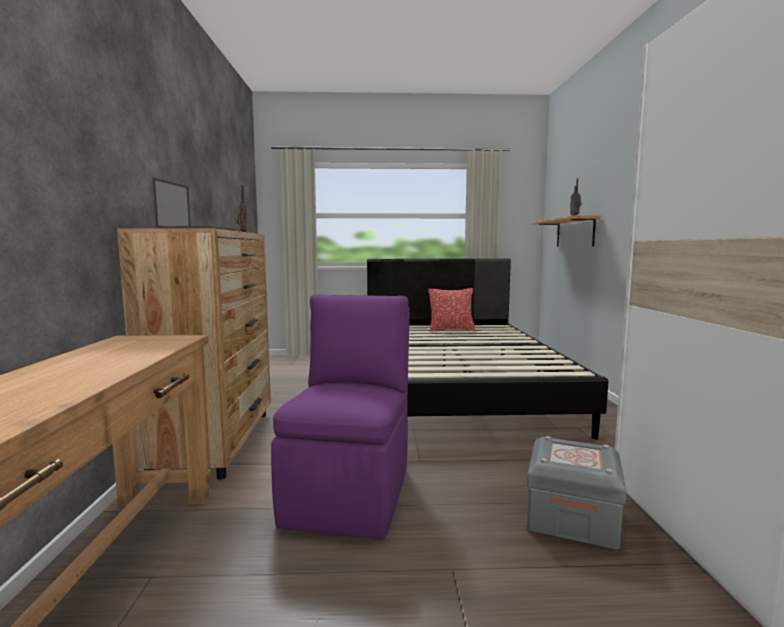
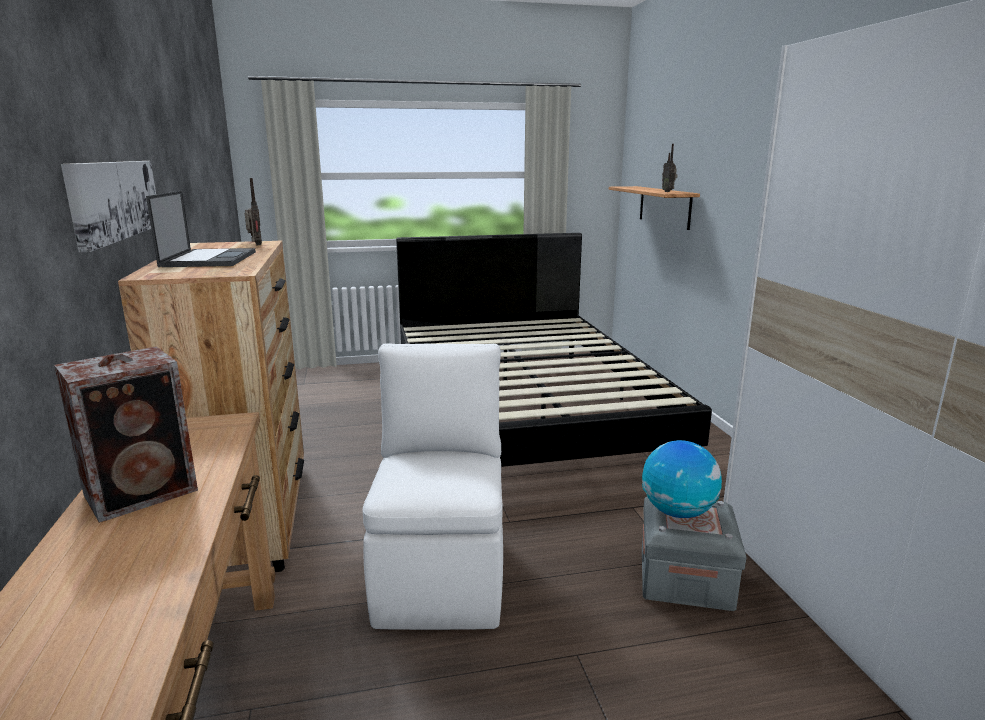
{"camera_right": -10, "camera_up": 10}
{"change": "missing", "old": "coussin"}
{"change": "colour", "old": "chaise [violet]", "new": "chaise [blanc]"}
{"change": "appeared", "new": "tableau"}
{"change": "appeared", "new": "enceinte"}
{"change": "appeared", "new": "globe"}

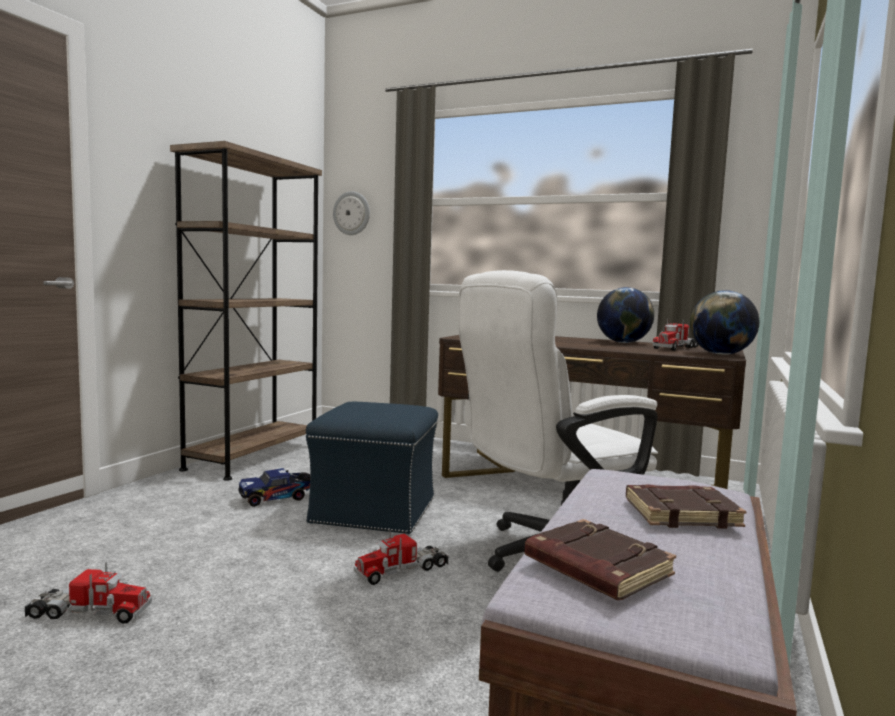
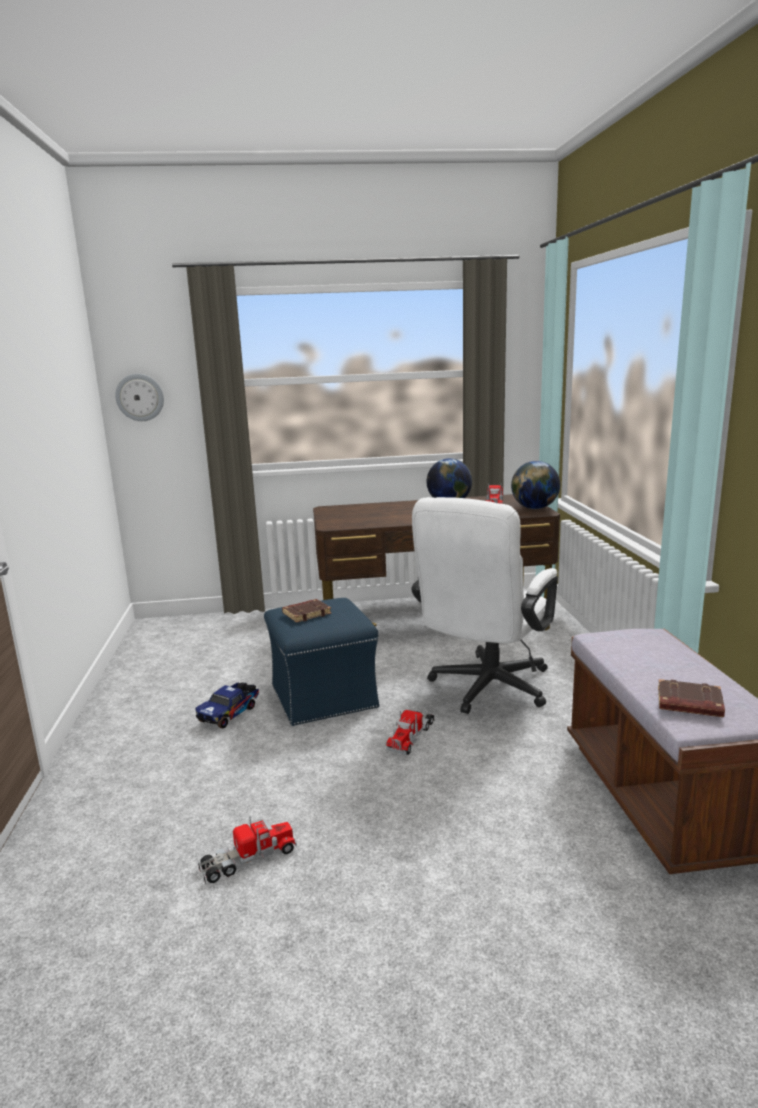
{"camera_right": -30, "camera_up": 10}
{"change": "missing", "old": "bibliothèque [marron]"}
{"change": "relocated", "old": "livre [marron] (no. 2 from left in the first image)", "new": "livre [marron] (no. 1 from left)"}

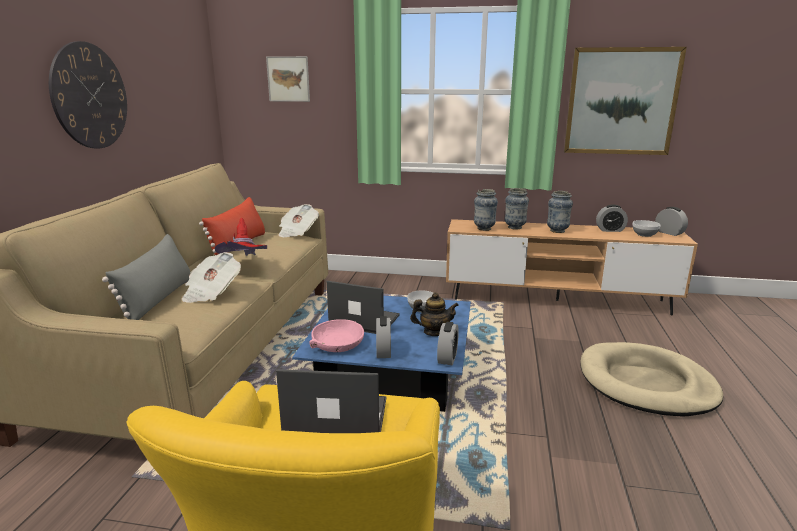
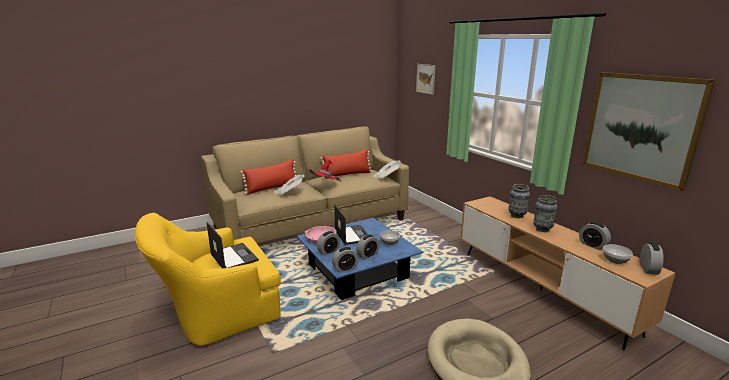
{"camera_right": 50, "camera_up": 0}
{"change": "missing", "old": "horloge murale"}
{"change": "missing", "old": "vase (no. 1 from left)"}
{"change": "colour", "old": "coussin [gris]", "new": "coussin [rouge] (no. 1 from left)"}
{"change": "exchanged", "old": "théière", "new": "réveil (no. 3 from left)"}

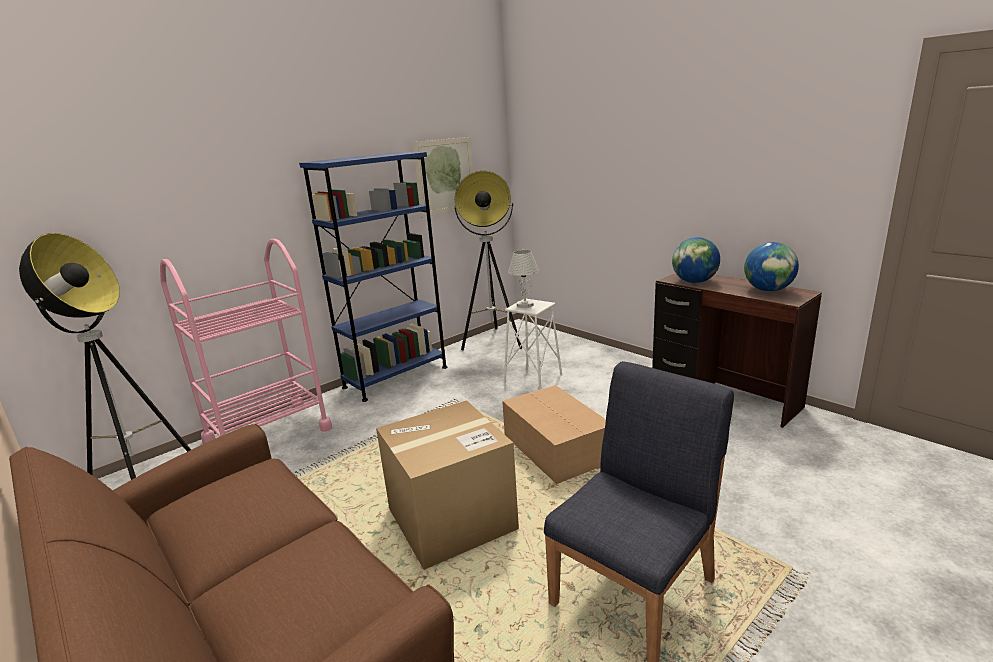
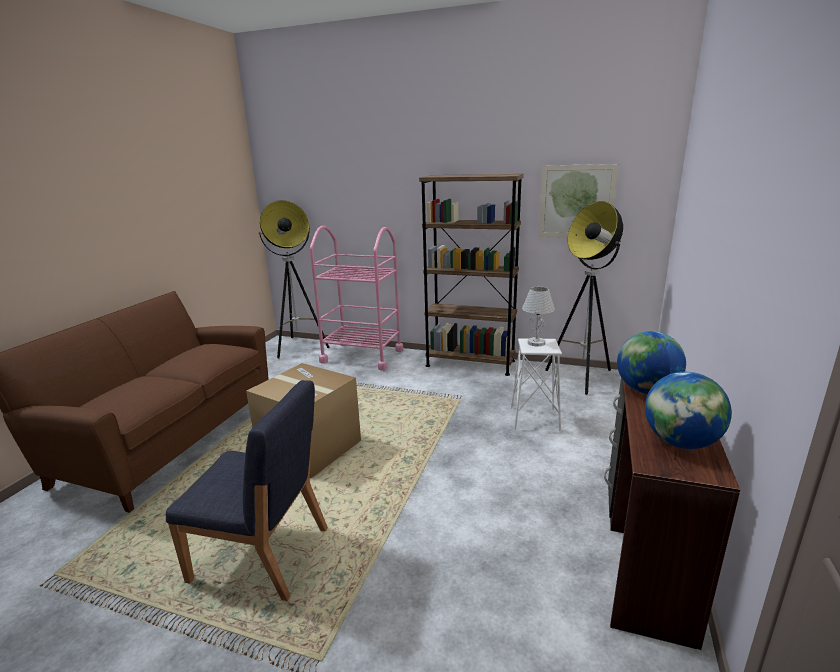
{"camera_right": 60, "camera_up": 0}
{"change": "colour", "old": "bibliothèque [bleu]", "new": "bibliothèque [marron]"}
{"change": "missing", "old": "carton (no. 2 from left)"}

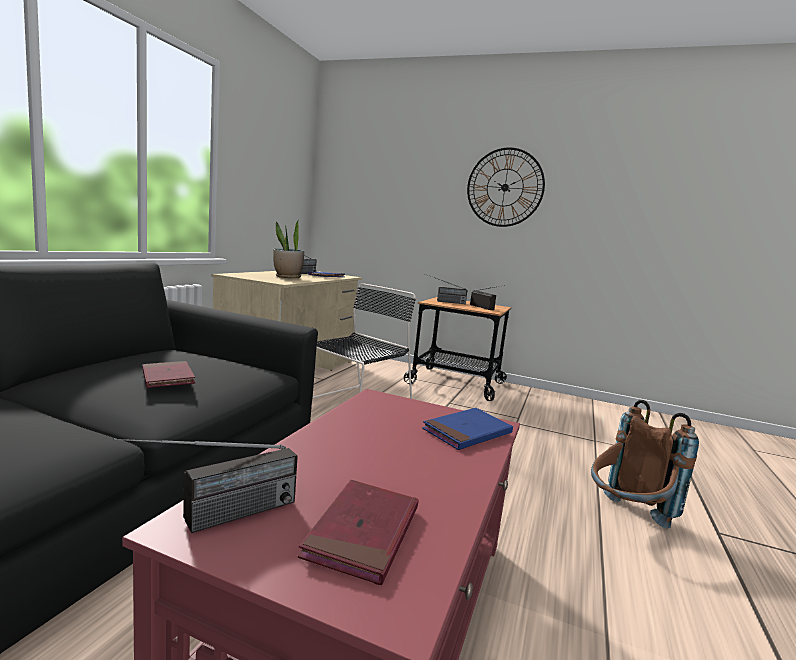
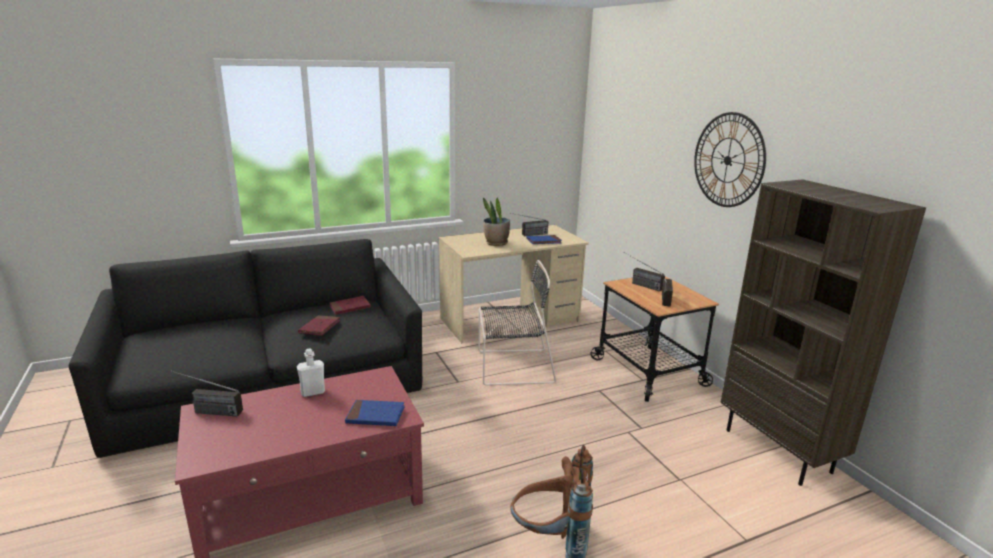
{"camera_right": 45, "camera_up": 10}
{"change": "relocated", "old": "livre [rouge] (no. 2 from left)"}
{"change": "appeared", "new": "bibliothèque [marron]"}
{"change": "appeared", "new": "bouteille [blanc]"}

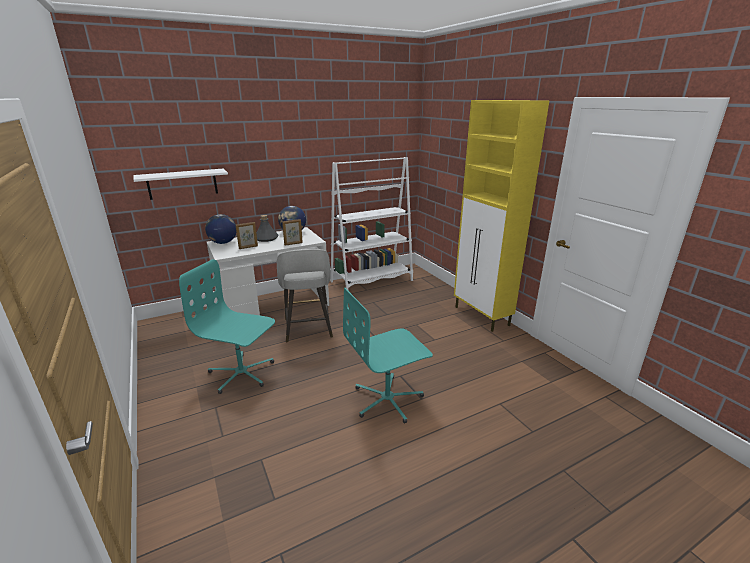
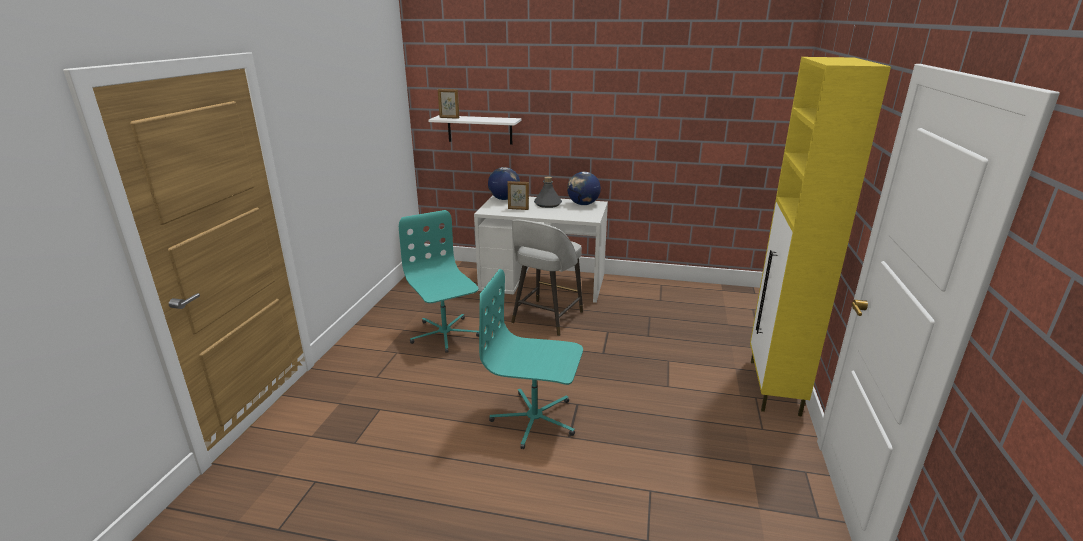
{"camera_right": 40, "camera_up": 0}
{"change": "missing", "old": "bibliothèque [blanc]"}
{"change": "relocated", "old": "cadre photo (no. 2 from left in the first image)", "new": "cadre photo (no. 1 from left)"}

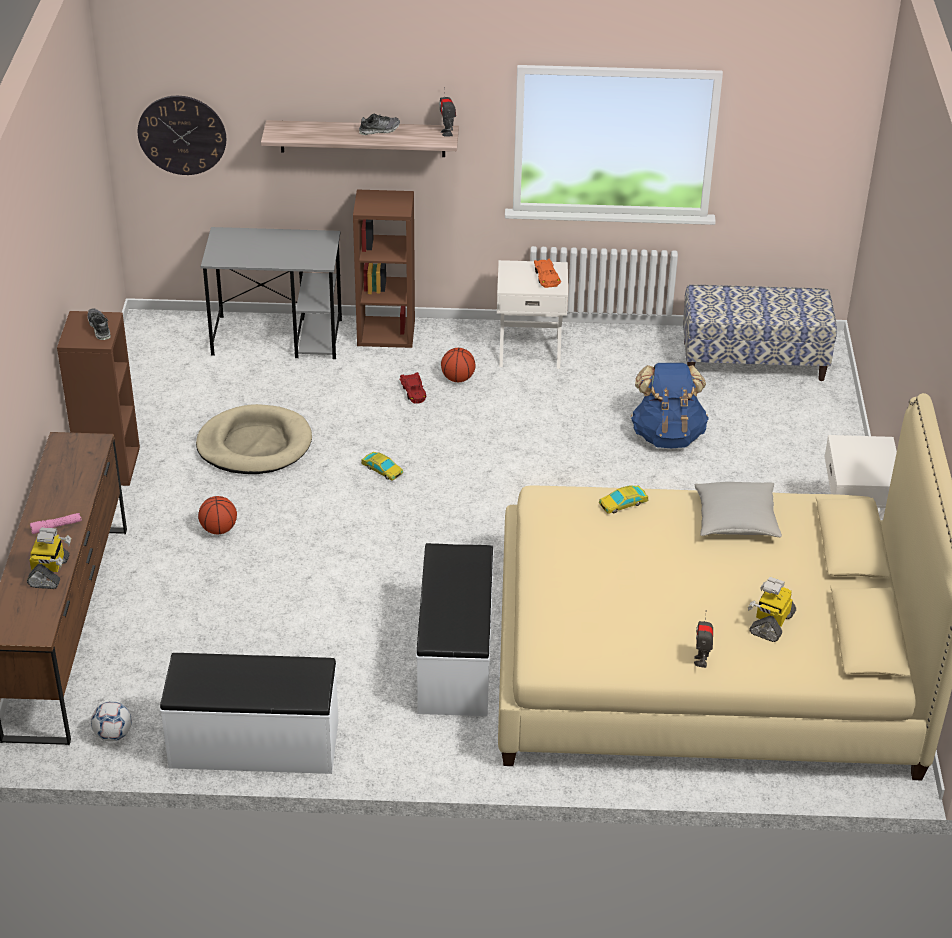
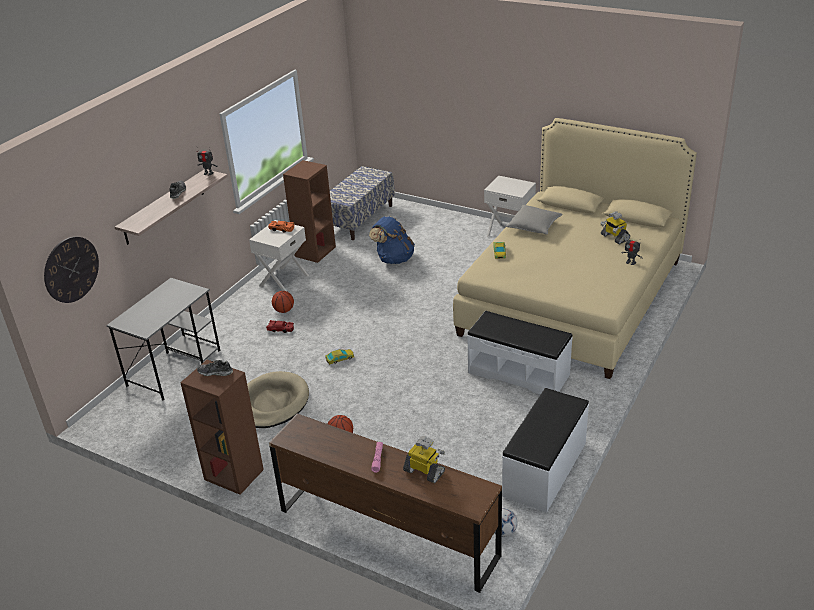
{"camera_right": -60, "camera_up": -5}
{"change": "relocated", "old": "bibliothèque [marron] (no. 2 from left)"}

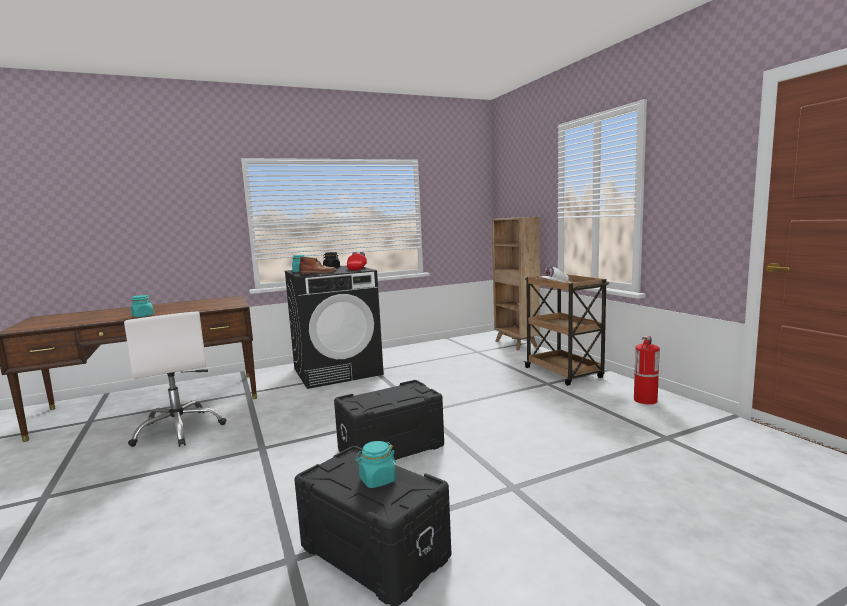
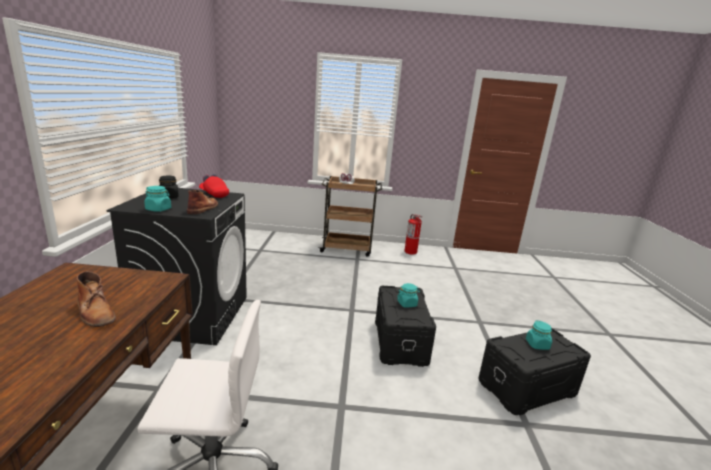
{"camera_right": -65, "camera_up": 10}
{"change": "missing", "old": "bibliothèque [marron]"}
{"change": "relocated", "old": "bocal [turquoise] (no. 1 from left in the first image)", "new": "bocal [turquoise] (no. 2 from left)"}
{"change": "appeared", "new": "botte [marron] (no. 1 from left)"}

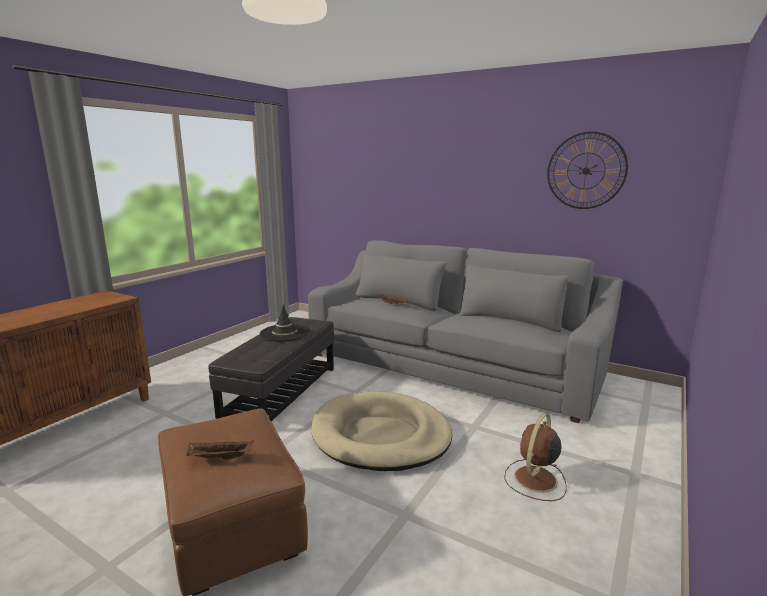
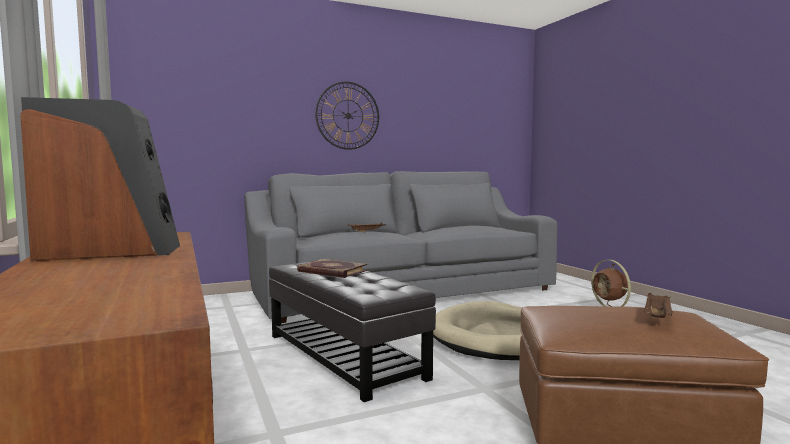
{"camera_right": -55, "camera_up": -10}
{"change": "relocated", "old": "horloge murale"}
{"change": "exchanged", "old": "chapeau [noir]", "new": "livre"}
{"change": "appeared", "new": "enceinte"}

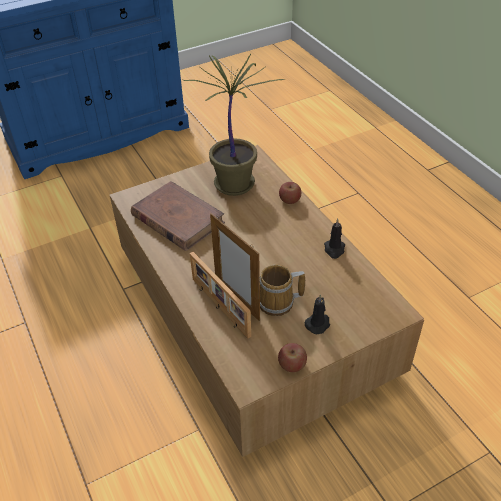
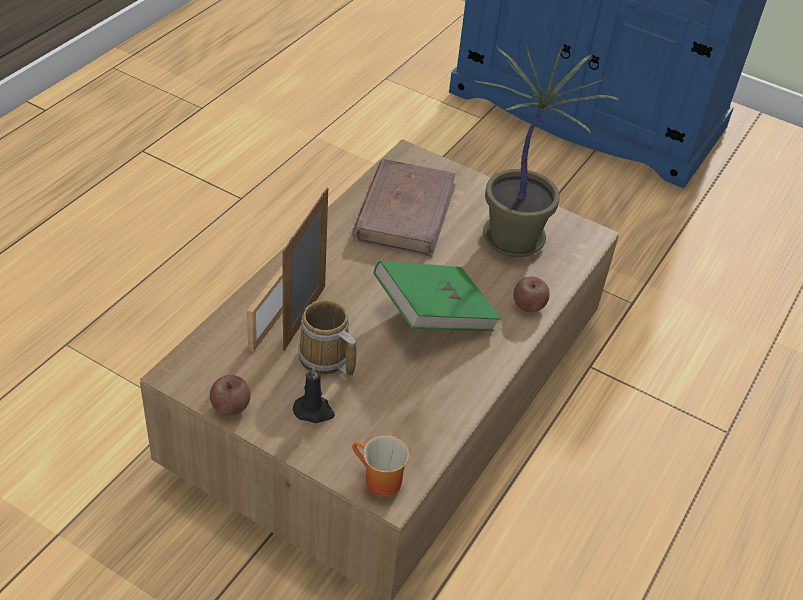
{"camera_right": 55, "camera_up": 0}
{"change": "missing", "old": "bougie [noir] (no. 2 from left)"}
{"change": "appeared", "new": "livre [vert]"}
{"change": "appeared", "new": "mug (no. 2 from left)"}

